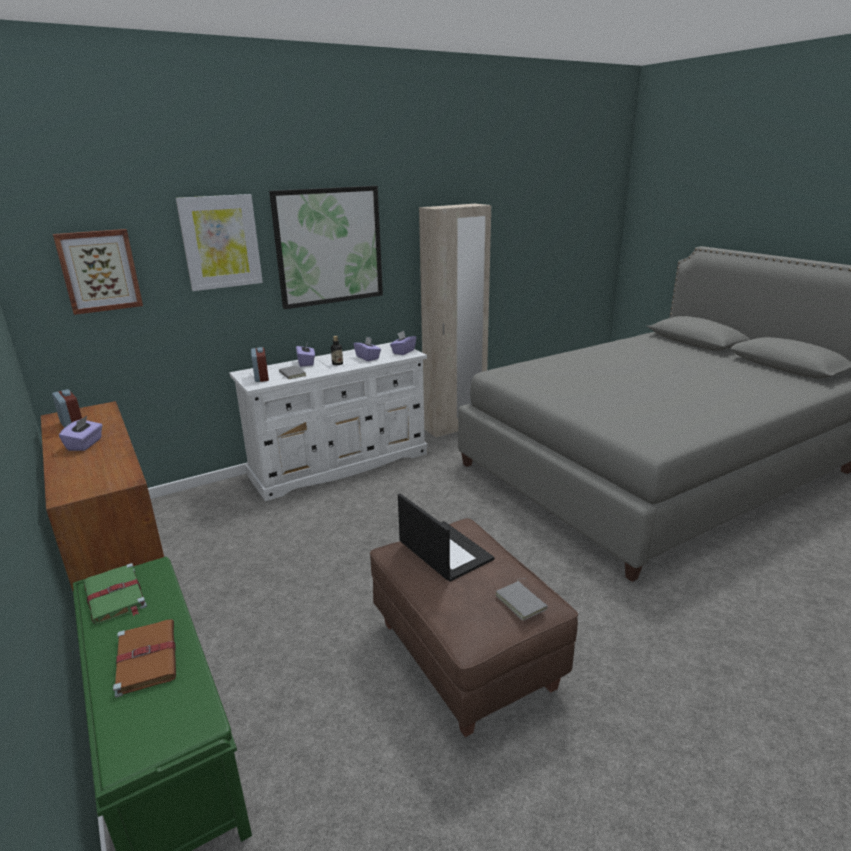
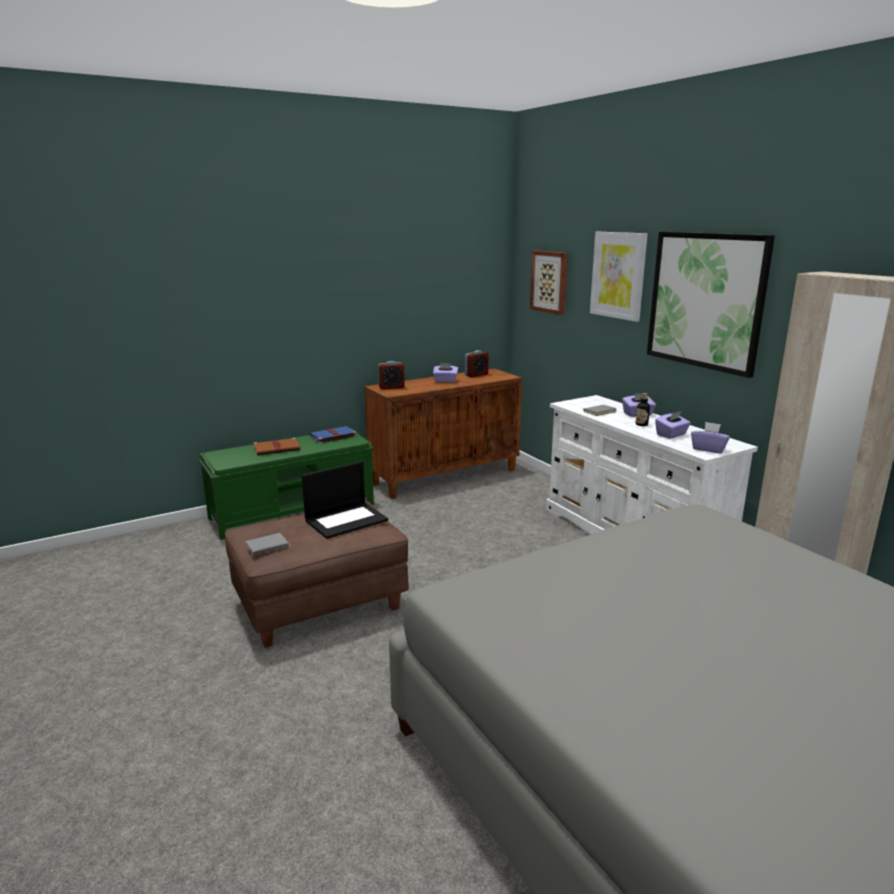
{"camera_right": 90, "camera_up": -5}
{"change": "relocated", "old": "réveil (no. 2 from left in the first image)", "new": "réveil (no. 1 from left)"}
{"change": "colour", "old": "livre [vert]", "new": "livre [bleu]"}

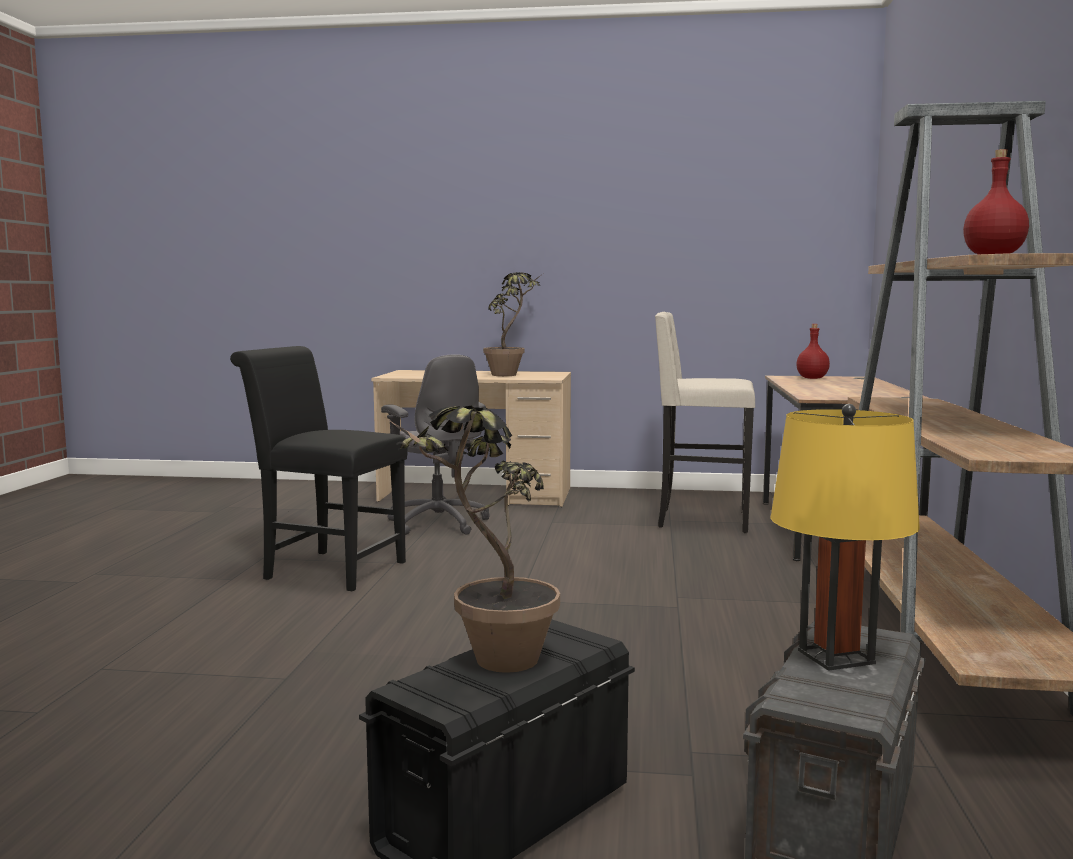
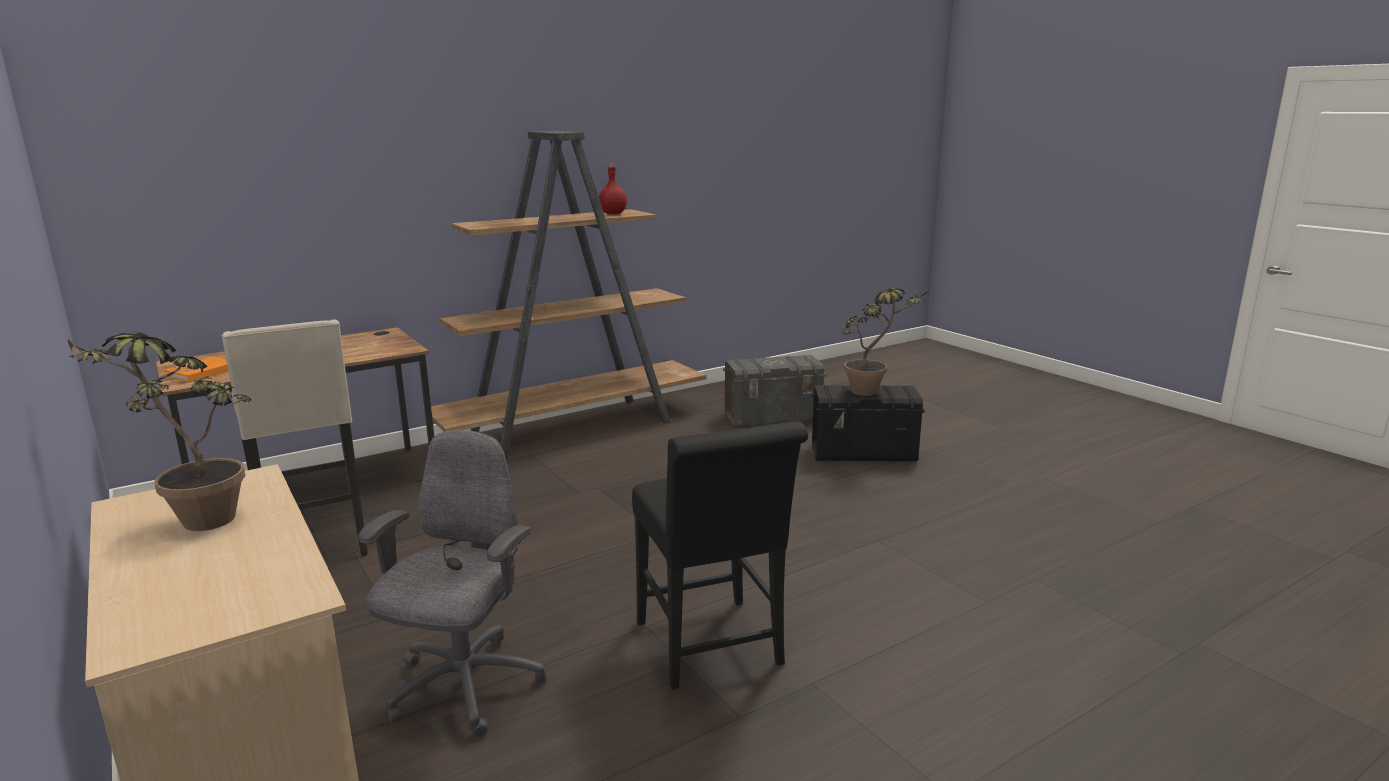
{"camera_right": -130, "camera_up": 10}
{"change": "exchanged", "old": "bouteille [rouge] (no. 1 from left)", "new": "livre [orange]"}
{"change": "missing", "old": "lampe de table [jaune]"}

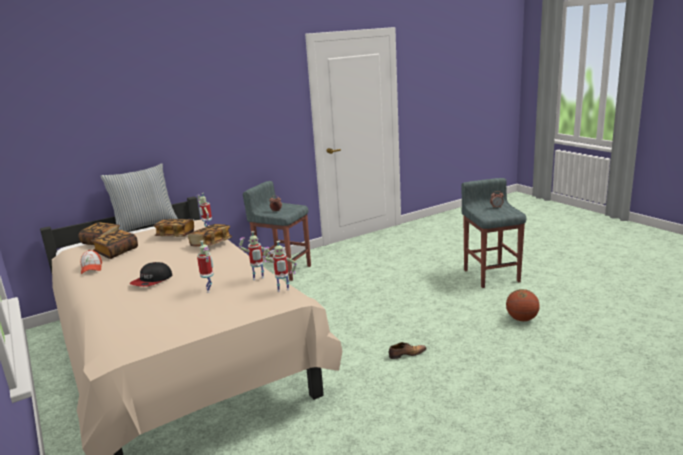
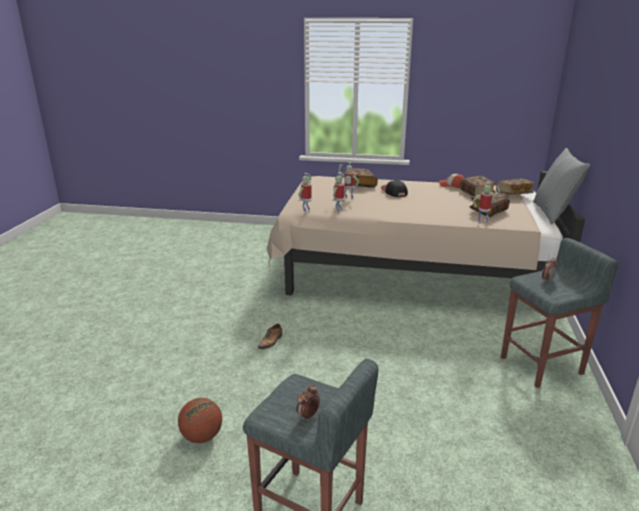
{"camera_right": 130, "camera_up": 5}
{"change": "relocated", "old": "livre (no. 4 from left in the first image)", "new": "livre (no. 1 from left)"}

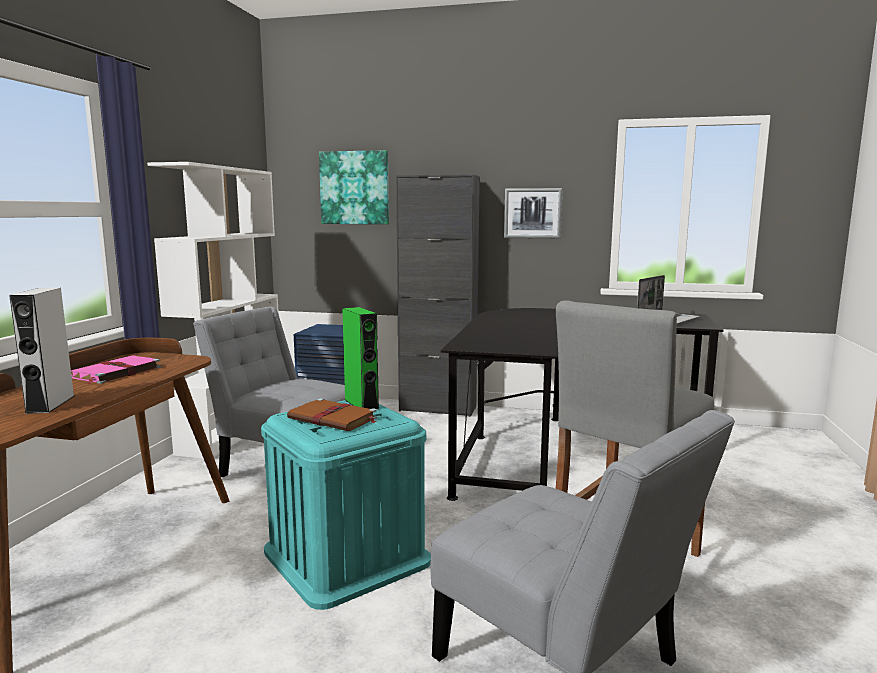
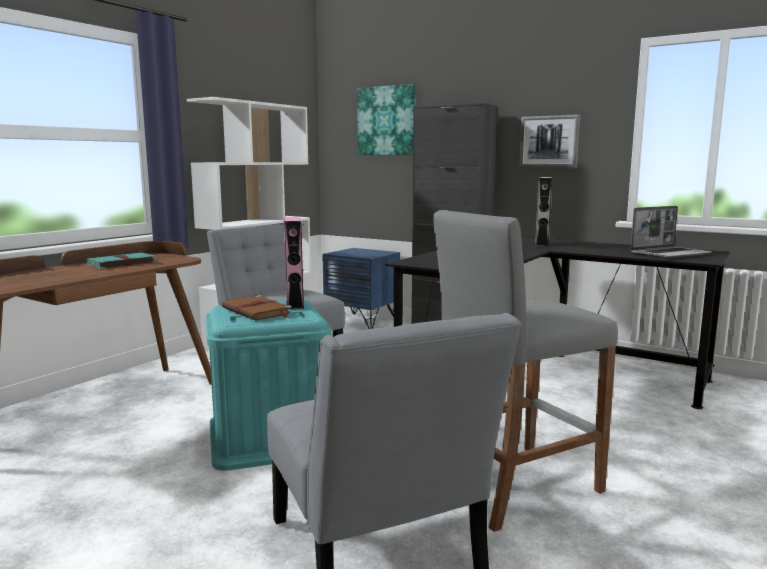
{"camera_right": 20, "camera_up": 0}
{"change": "relocated", "old": "enceinte [gris]"}
{"change": "colour", "old": "enceinte [vert]", "new": "enceinte [rose]"}
{"change": "colour", "old": "livre [rose]", "new": "livre [turquoise]"}

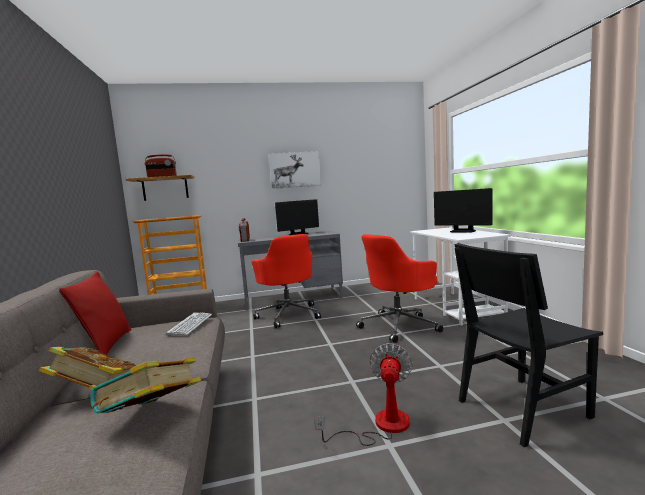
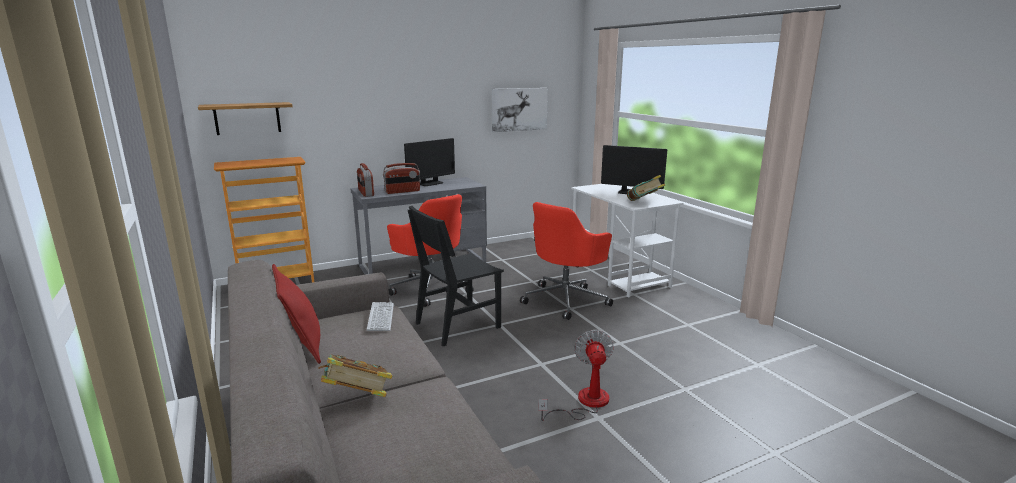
{"camera_right": -15, "camera_up": 10}
{"change": "relocated", "old": "tableau"}
{"change": "relocated", "old": "radio (no. 1 from left in the first image)", "new": "radio (no. 2 from left)"}
{"change": "relocated", "old": "chaise [noir]"}
{"change": "relocated", "old": "livre (no. 2 from left)"}

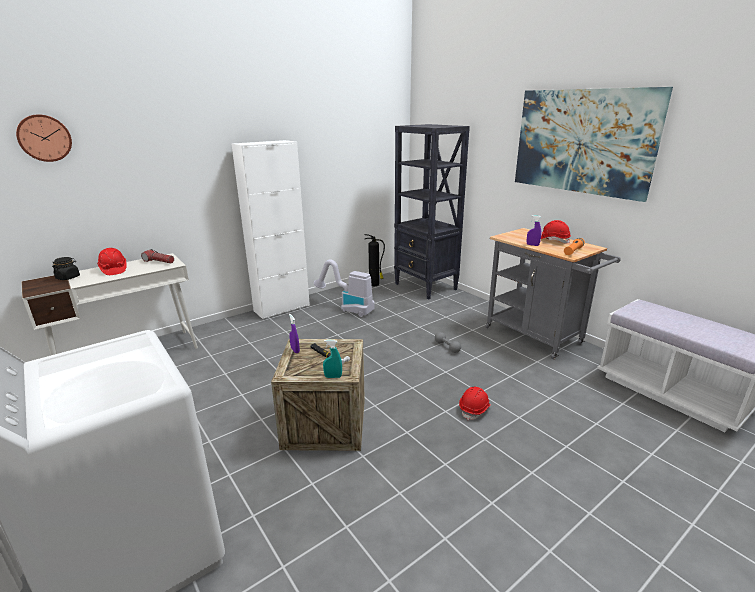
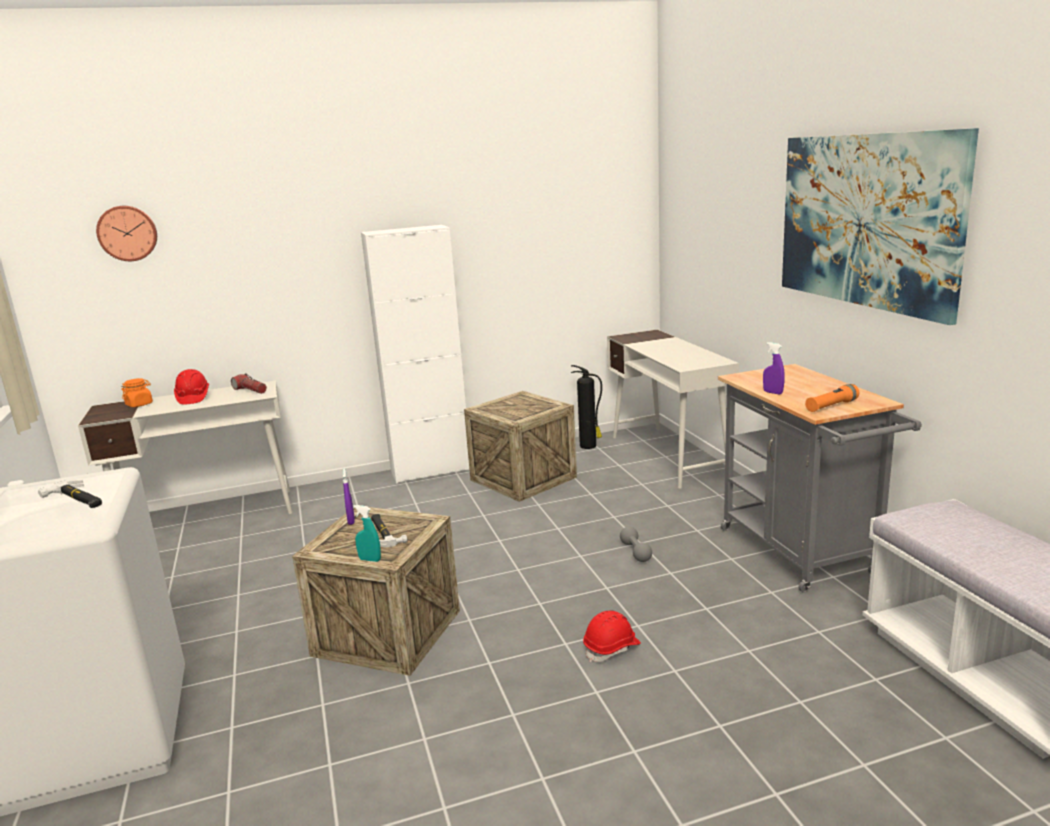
{"camera_right": 20, "camera_up": -5}
{"change": "exchanged", "old": "bibliothèque [noir]", "new": "bureau [blanc] (no. 2 from left)"}
{"change": "missing", "old": "casque de chantier [rouge] (no. 3 from left)"}
{"change": "colour", "old": "bocal [noir]", "new": "bocal [orange]"}
{"change": "exchanged", "old": "aspirateur", "new": "caisse (no. 2 from left)"}
{"change": "appeared", "new": "marteau (no. 1 from left)"}

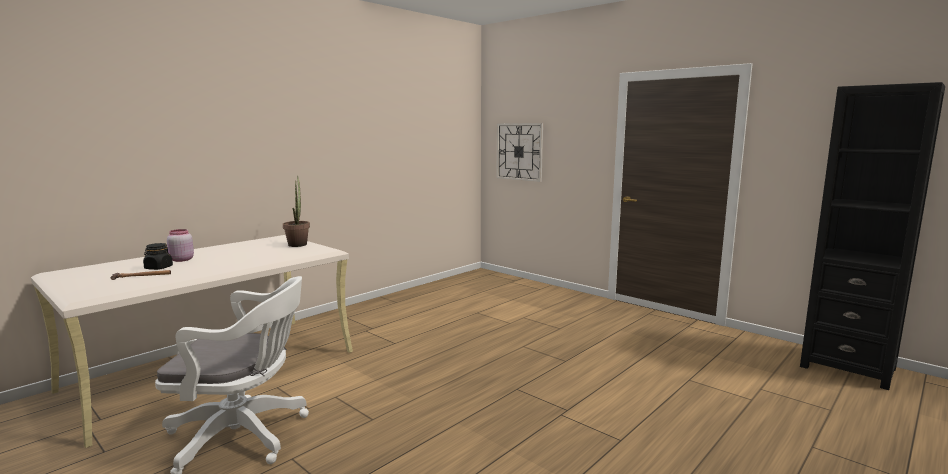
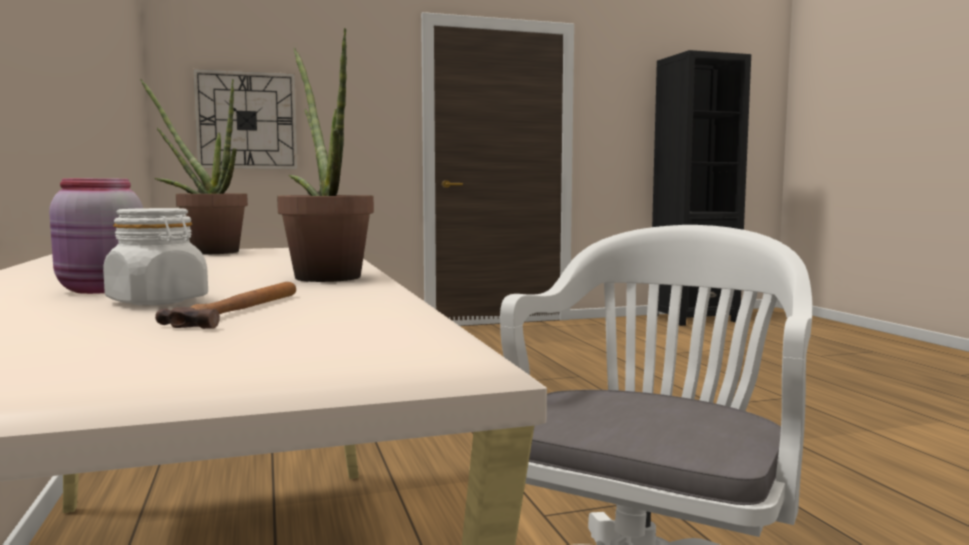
{"camera_right": -60, "camera_up": -5}
{"change": "colour", "old": "bocal [noir]", "new": "bocal [blanc]"}
{"change": "appeared", "new": "plante en pot (no. 2 from left)"}

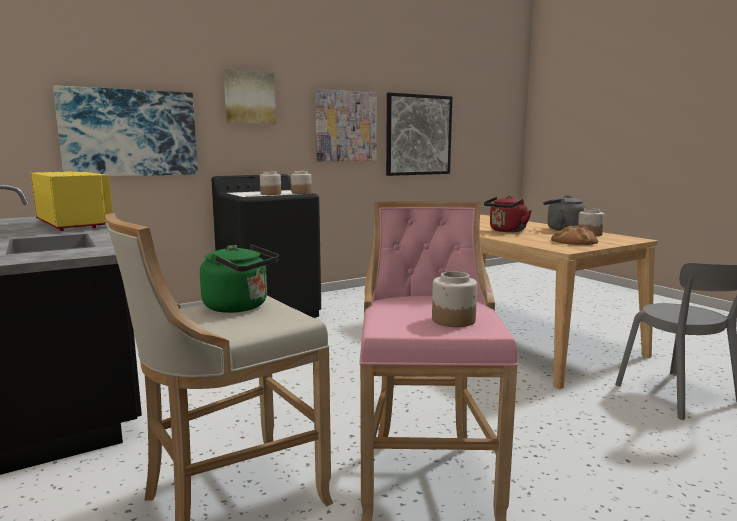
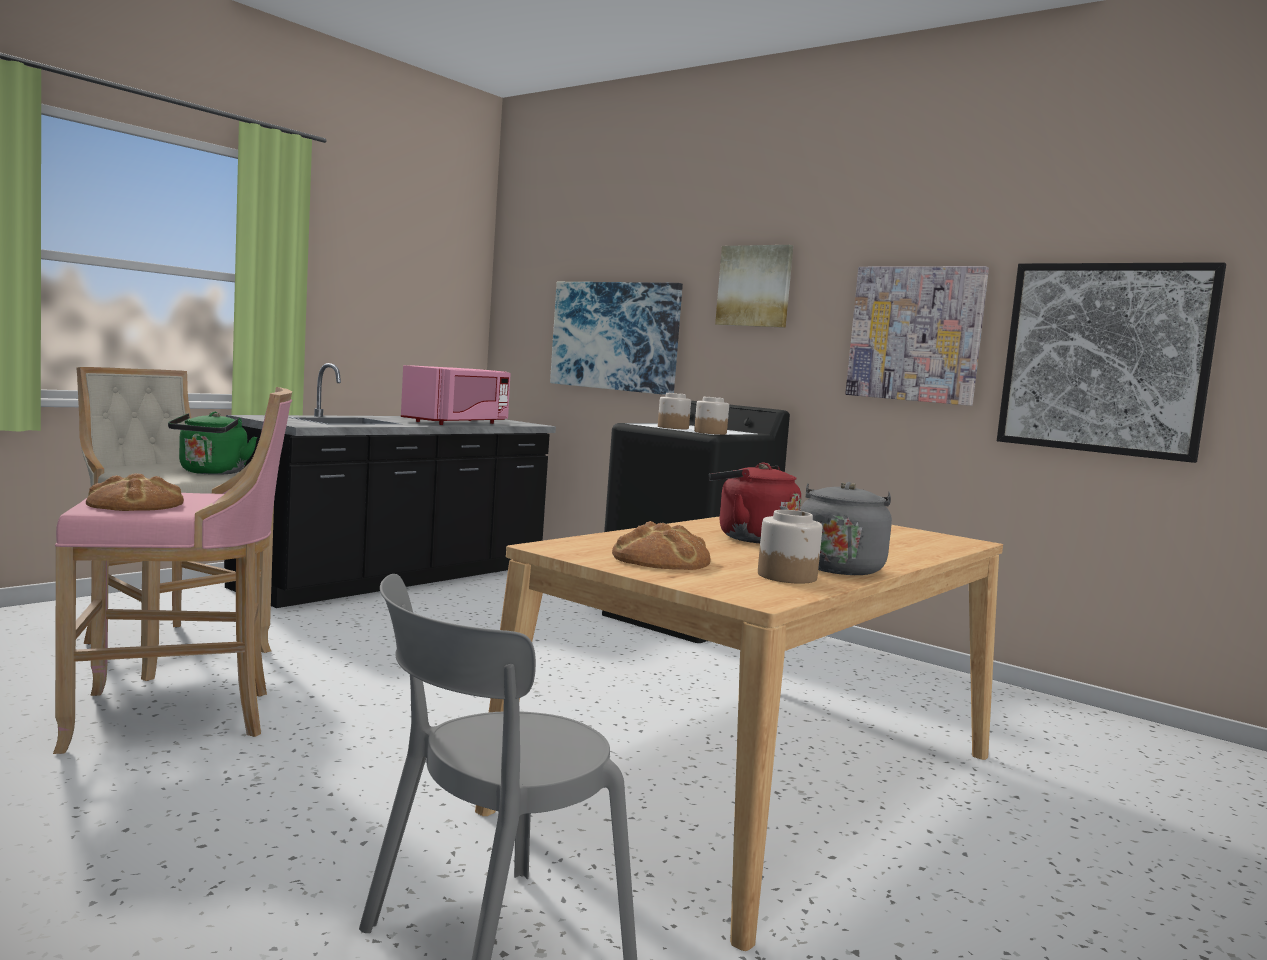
{"camera_right": 70, "camera_up": -5}
{"change": "colour", "old": "micro-ondes [jaune]", "new": "micro-ondes [rose]"}
{"change": "exchanged", "old": "bocal (no. 3 from left)", "new": "pain (no. 1 from left)"}

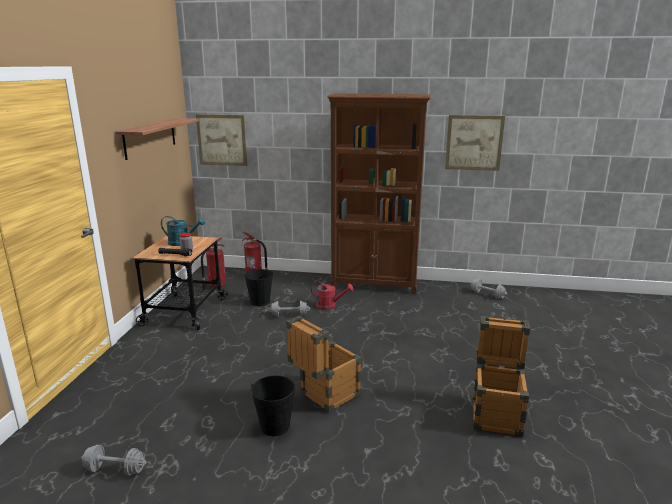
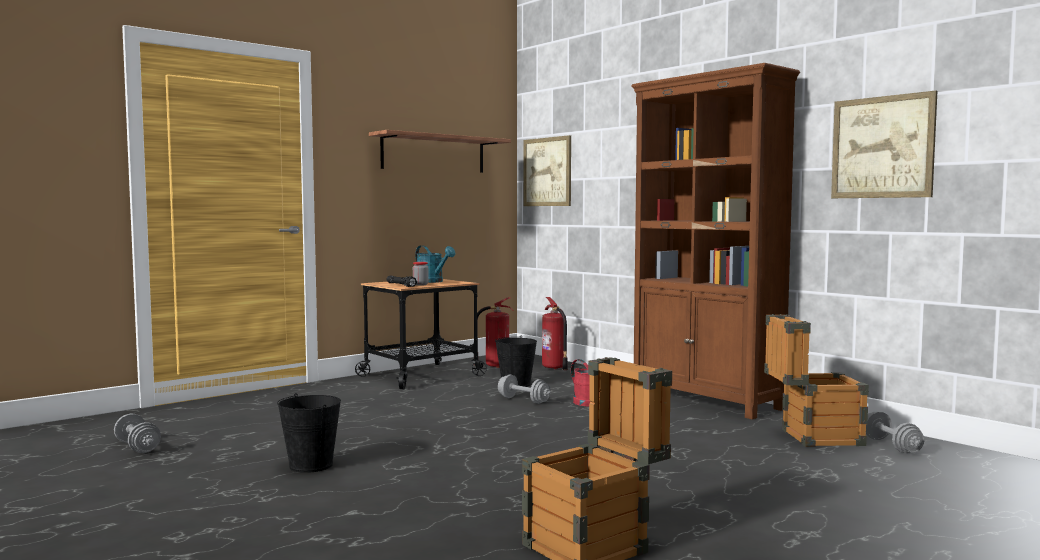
{"camera_right": 40, "camera_up": -15}
{"change": "relocated", "old": "caisse (no. 1 from left in the first image)", "new": "caisse (no. 2 from left)"}

